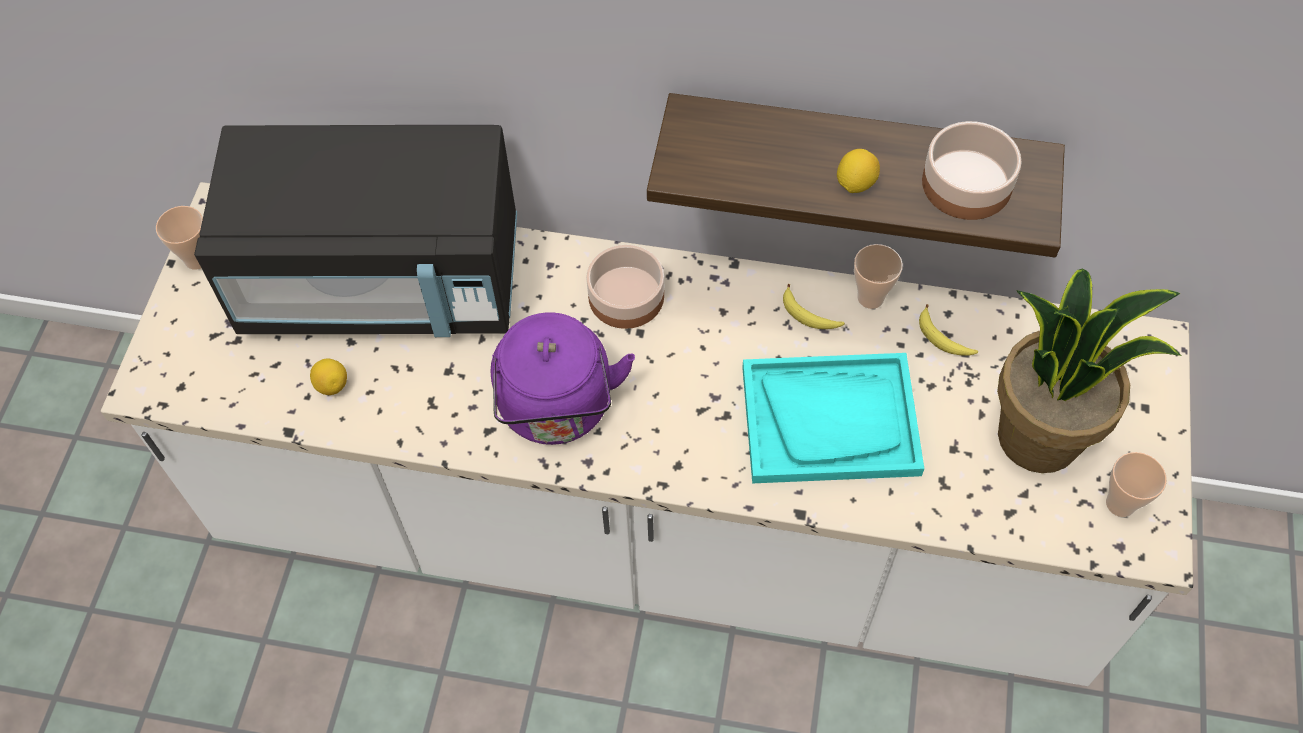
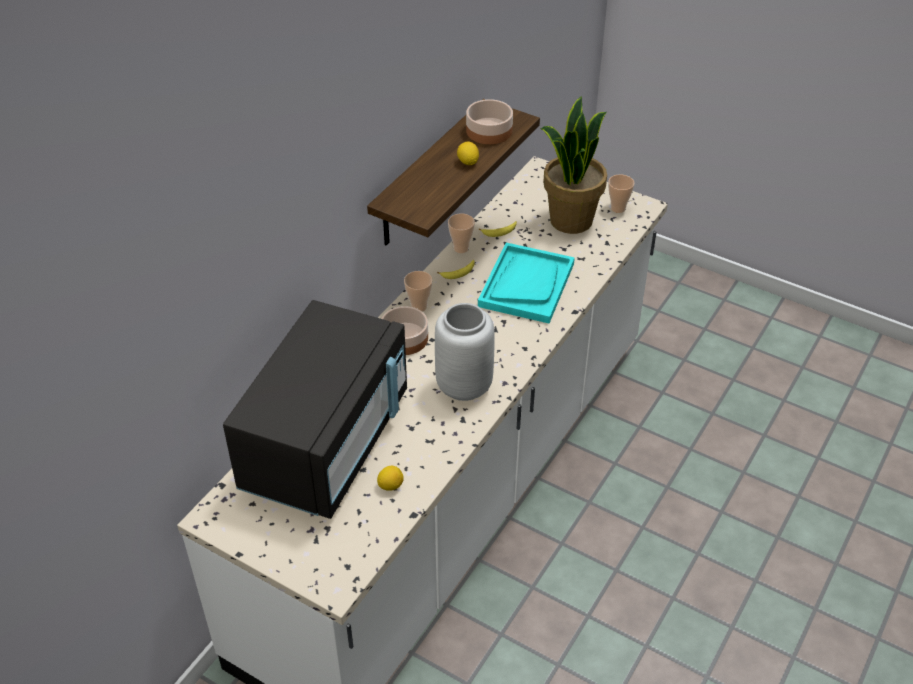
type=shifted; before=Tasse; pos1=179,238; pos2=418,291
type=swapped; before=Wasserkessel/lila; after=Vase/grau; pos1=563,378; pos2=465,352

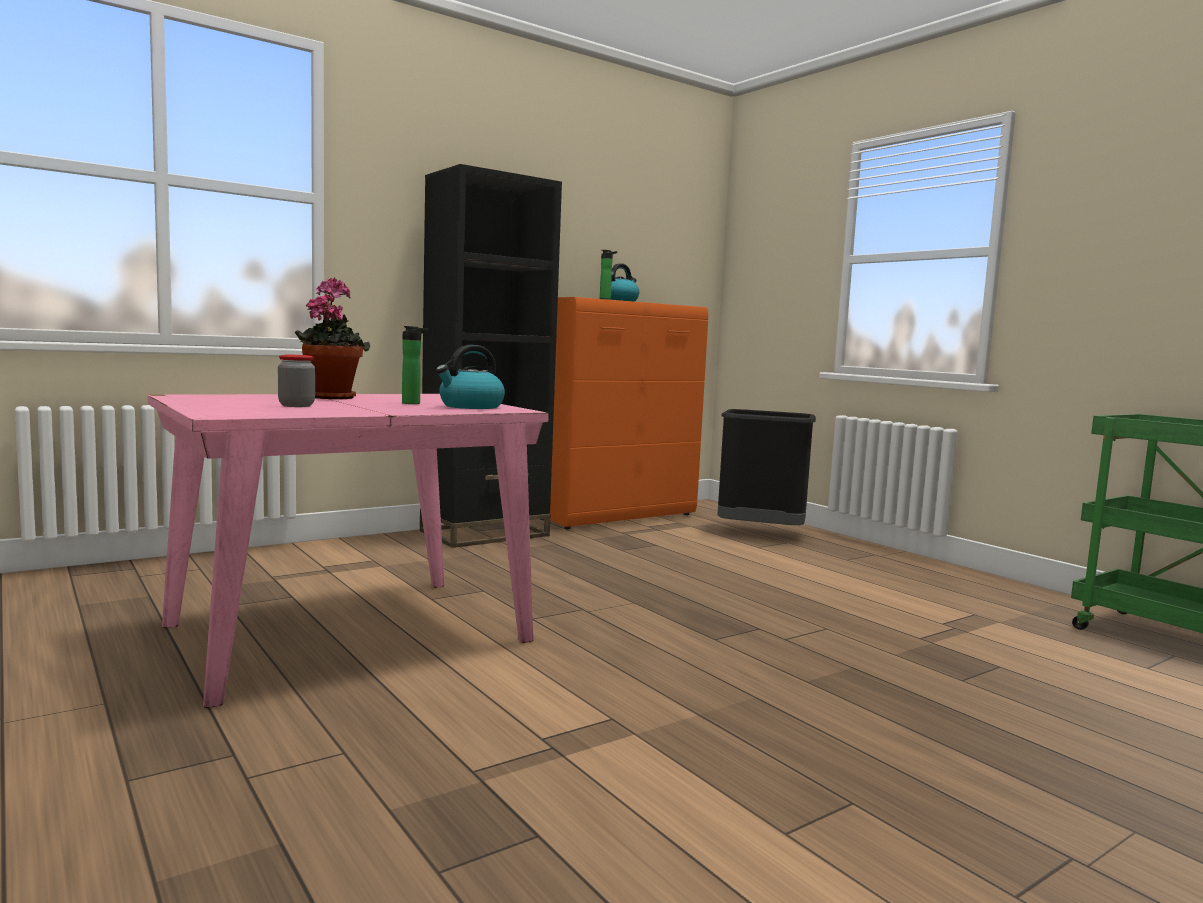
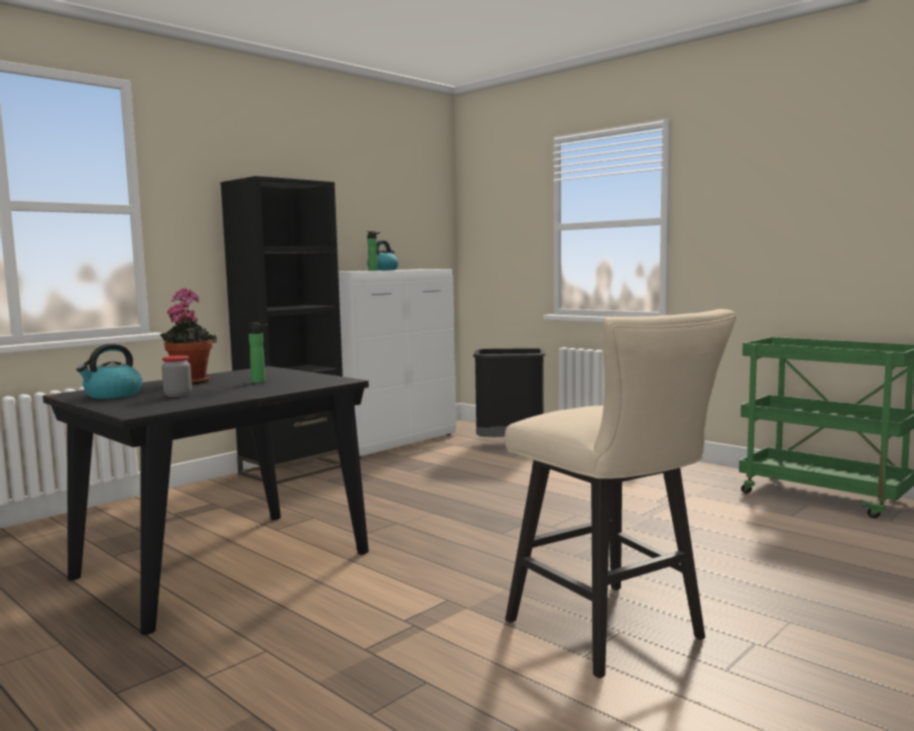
type=new; after=Hocker/beige; pos2=620,493
type=shifted; before=Wasserkessel; pos1=470,377; pos2=109,371
type=repainted; before=Esstisch/rosa; after=Esstisch/schwarz; pos1=348,551; pos2=206,501
type=repainted; before=Schrank/orange; after=Schrank/weiß; pos1=624,413; pos2=397,363

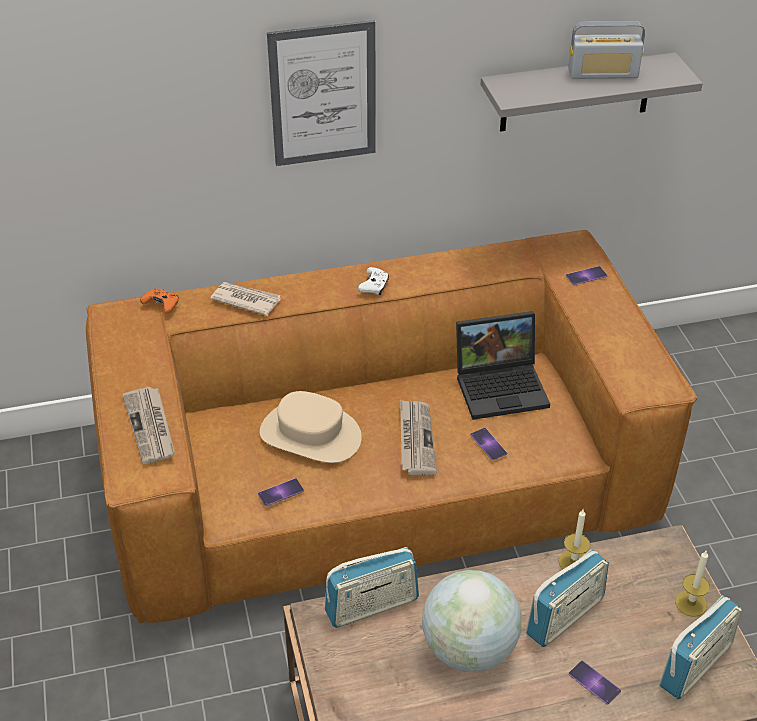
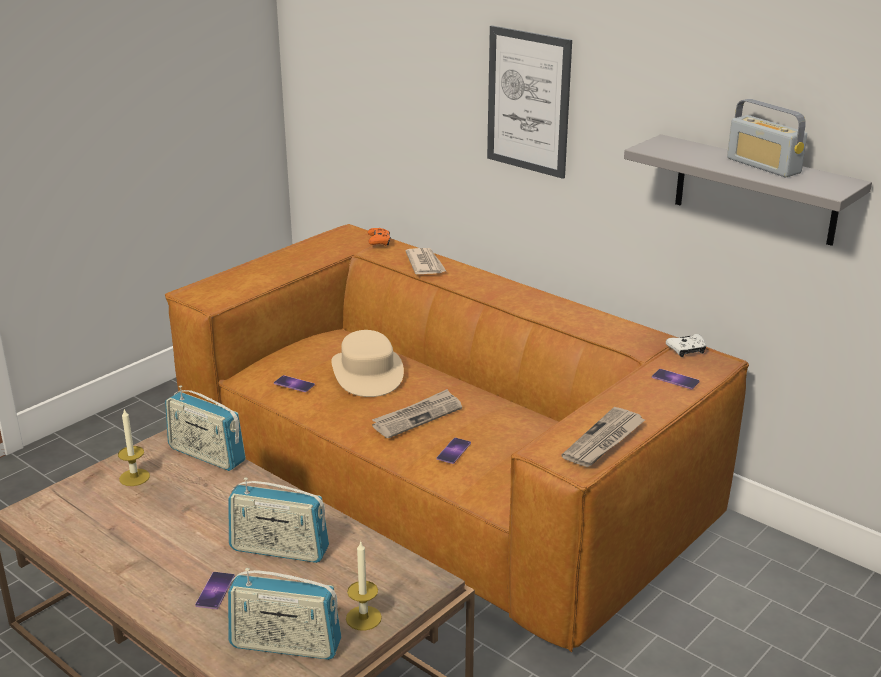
type=gone; before=Globus; pos1=471,621
type=gone; before=Laptop; pos1=503,365
type=shifted; before=Zeitung; pos1=148,425; pos2=603,437
type=shifted; before=Gamepad/weiß; pos1=373,281; pos2=686,345
type=shifted; before=Kerze; pos1=574,539; pos2=134,447

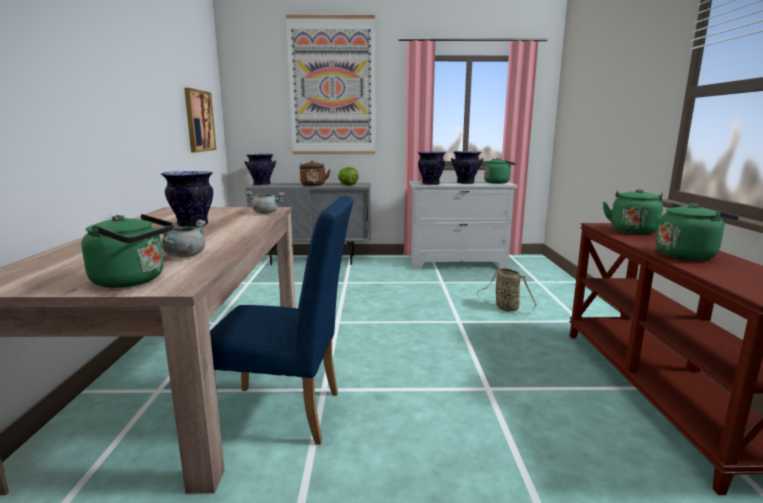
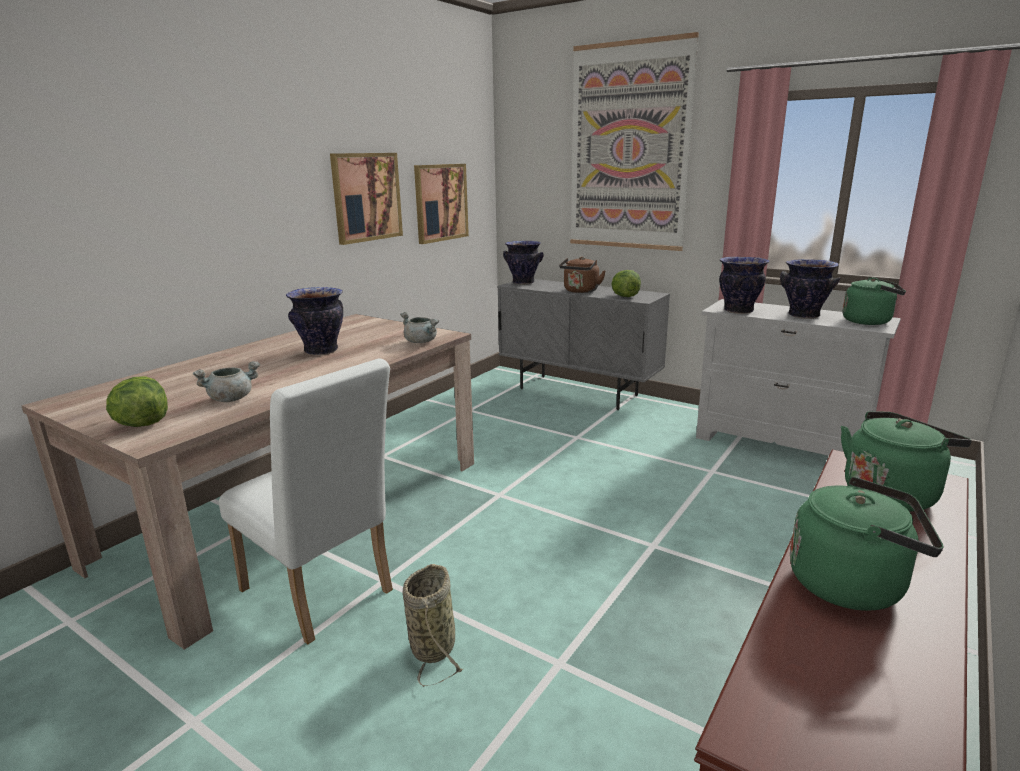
type=new; after=Bild; pos2=366,199
type=shifted; before=Korb; pos1=507,291; pos2=433,625
type=swapped; before=Wasserkessel/grün; after=Salatkopf; pos1=127,251; pos2=137,401
type=repainted; before=Stuhl/blau; after=Stuhl/weiß; pos1=282,320; pos2=306,501

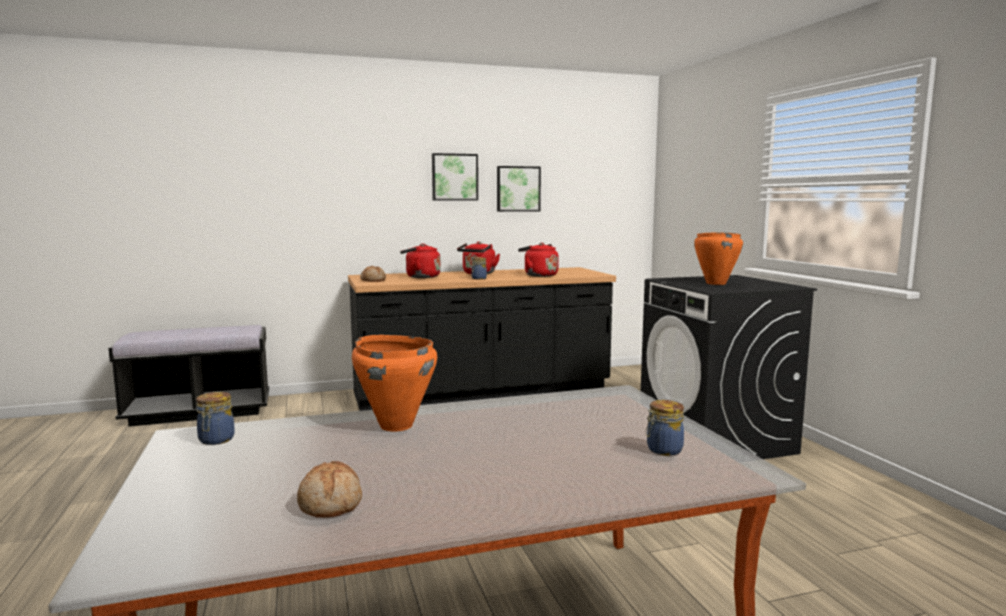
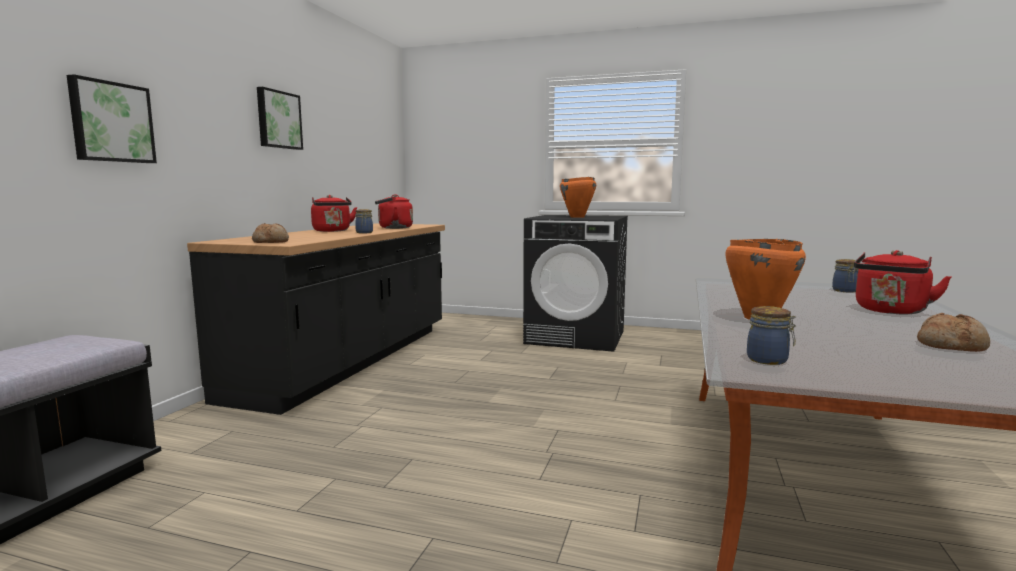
type=shifted; before=Wasserkessel/rot; pos1=420,261; pos2=903,282
type=shifted; before=Bild; pos1=519,189; pos2=112,118

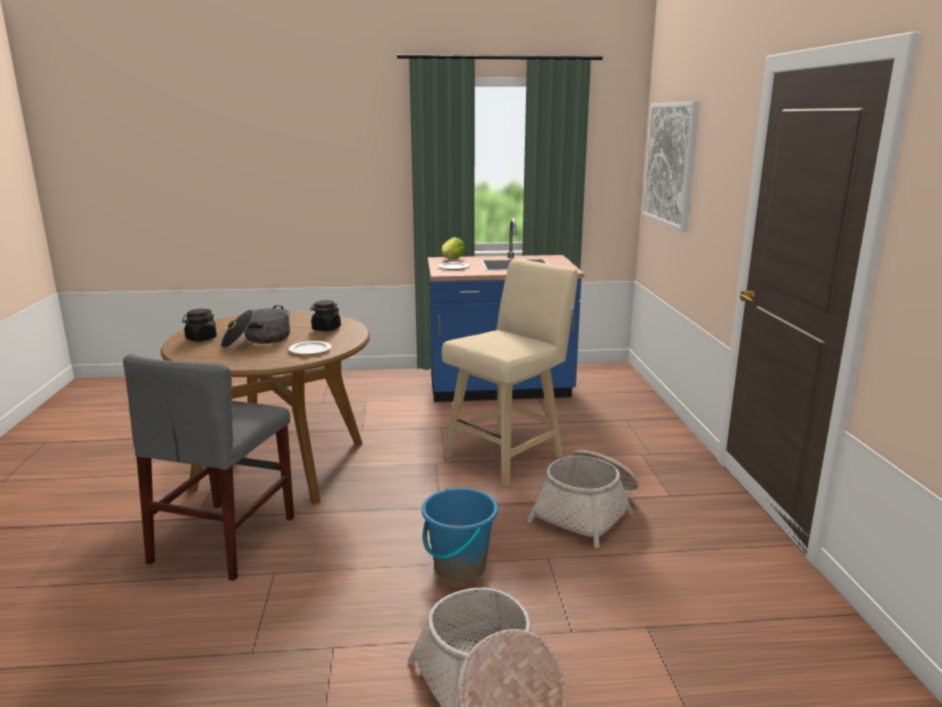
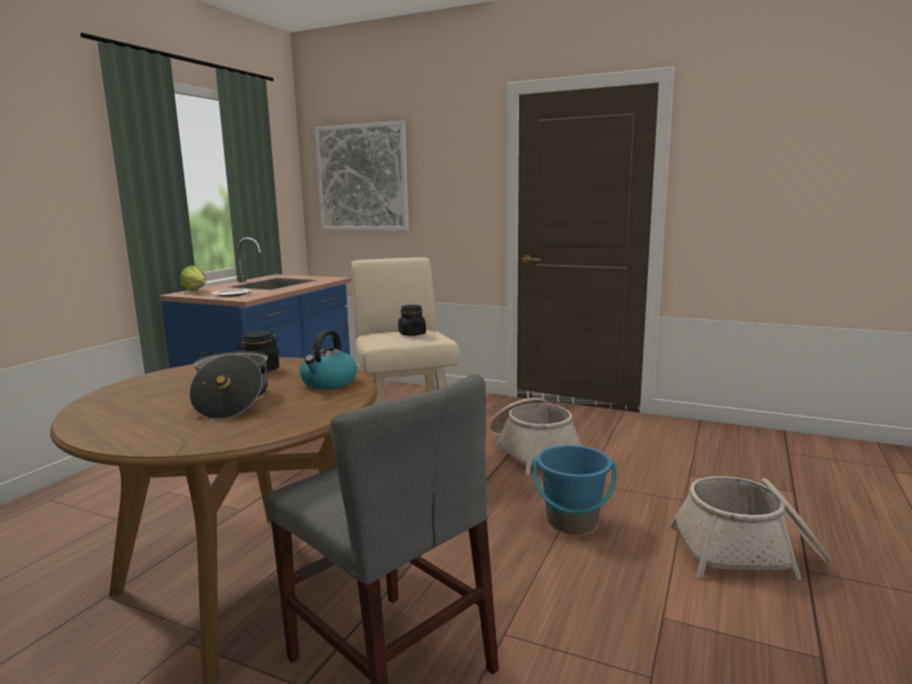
type=shifted; before=Vorratsglas/schwarz; pos1=199,325; pos2=412,320
type=swapped; before=Teller; after=Wasserkessel; pos1=310,348; pos2=328,359

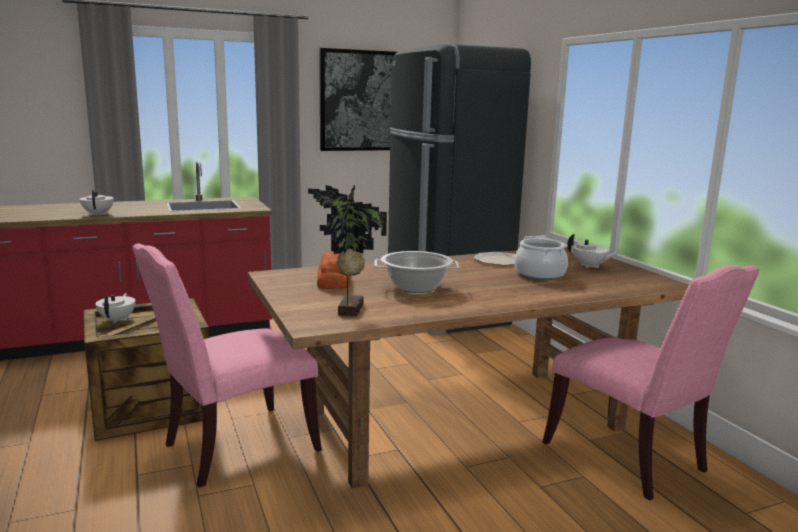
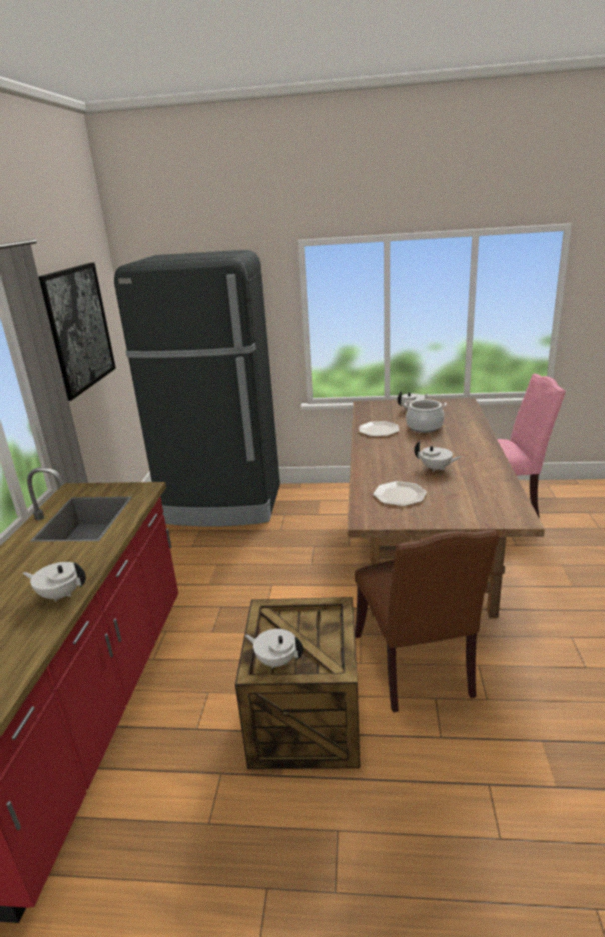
type=gone; before=Topfpflanze; pos1=347,250
type=swapped; before=Brot; after=Teller; pos1=333,270; pos2=400,493
type=swapped; before=Kochtopf; after=Teekanne/weiß; pos1=417,272; pos2=437,456
type=repainted; before=Stuhl/rosa; after=Stuhl/braun; pos1=227,365; pos2=427,621

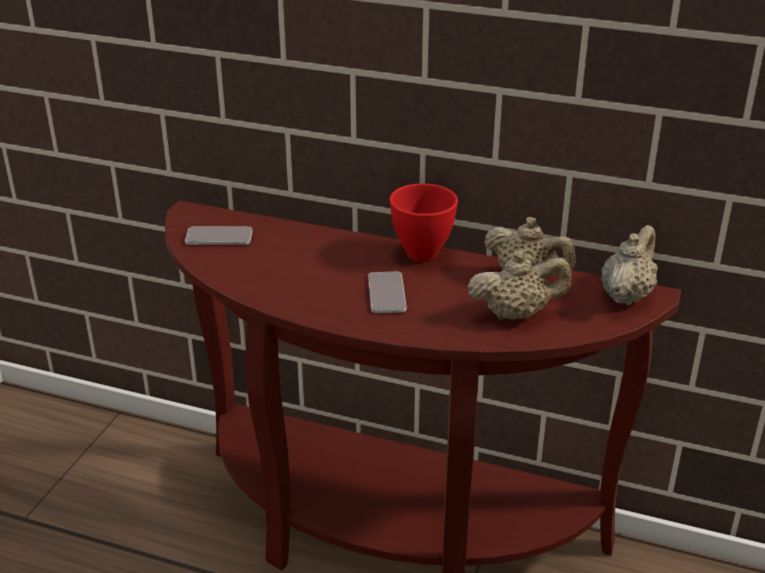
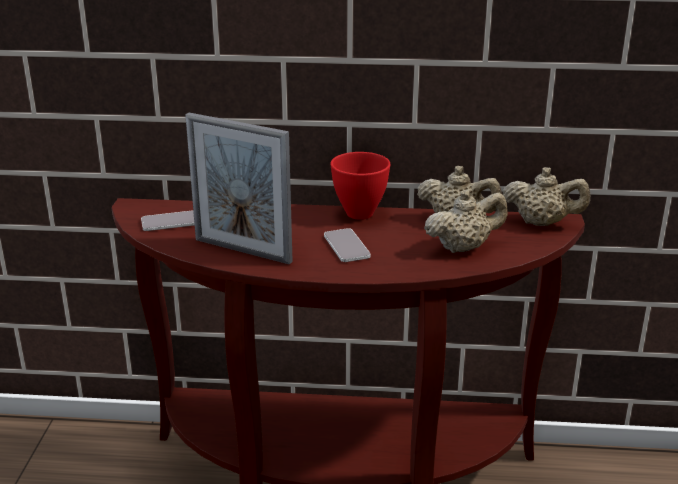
type=new; after=Bilderrahmen; pos2=239,188
type=rotated; before=Teekanne/beige; pos1=629,265; pos2=546,196; turn=90

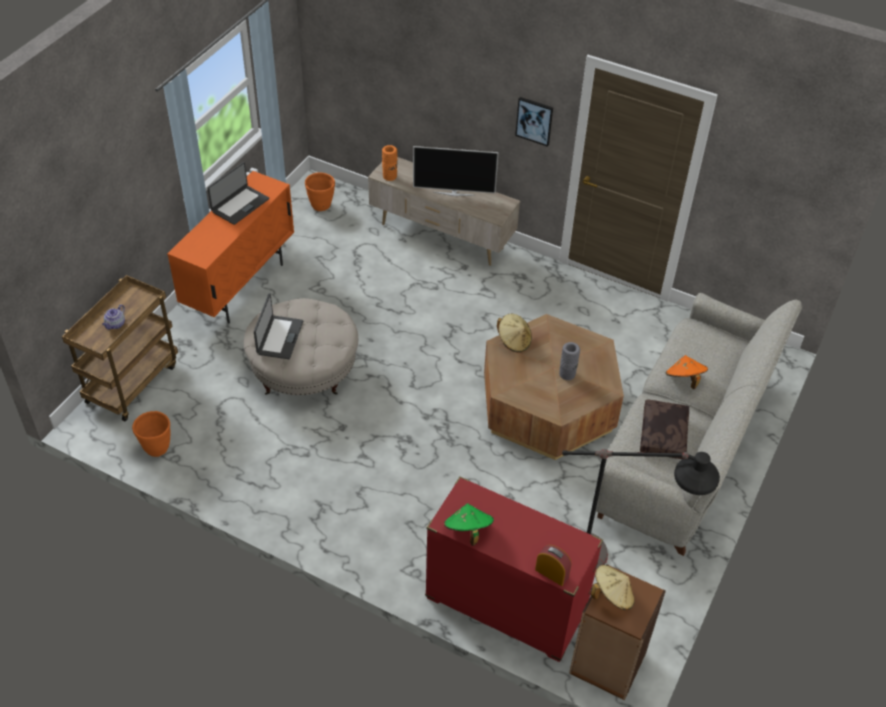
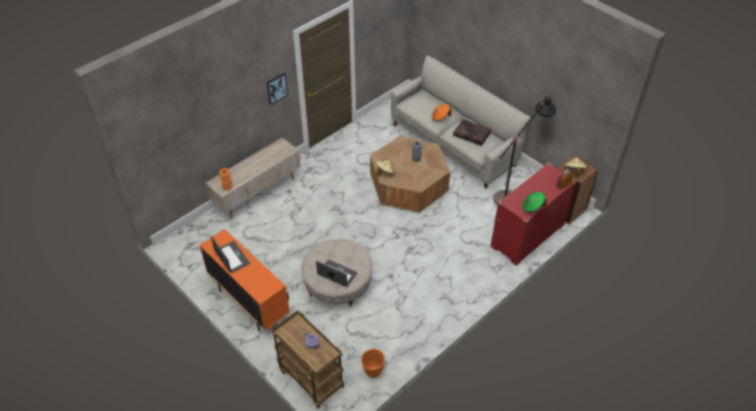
type=gone; before=Pflanzkübel/orange; pos1=320,191
type=gone; before=Fernseher; pos1=456,171

